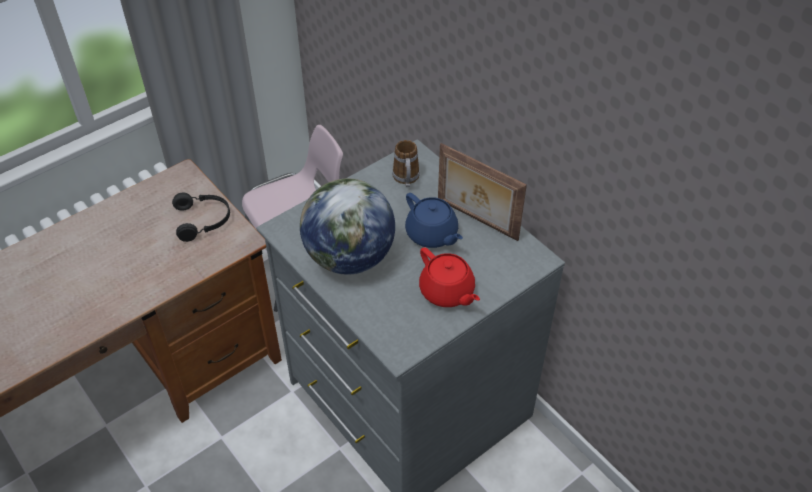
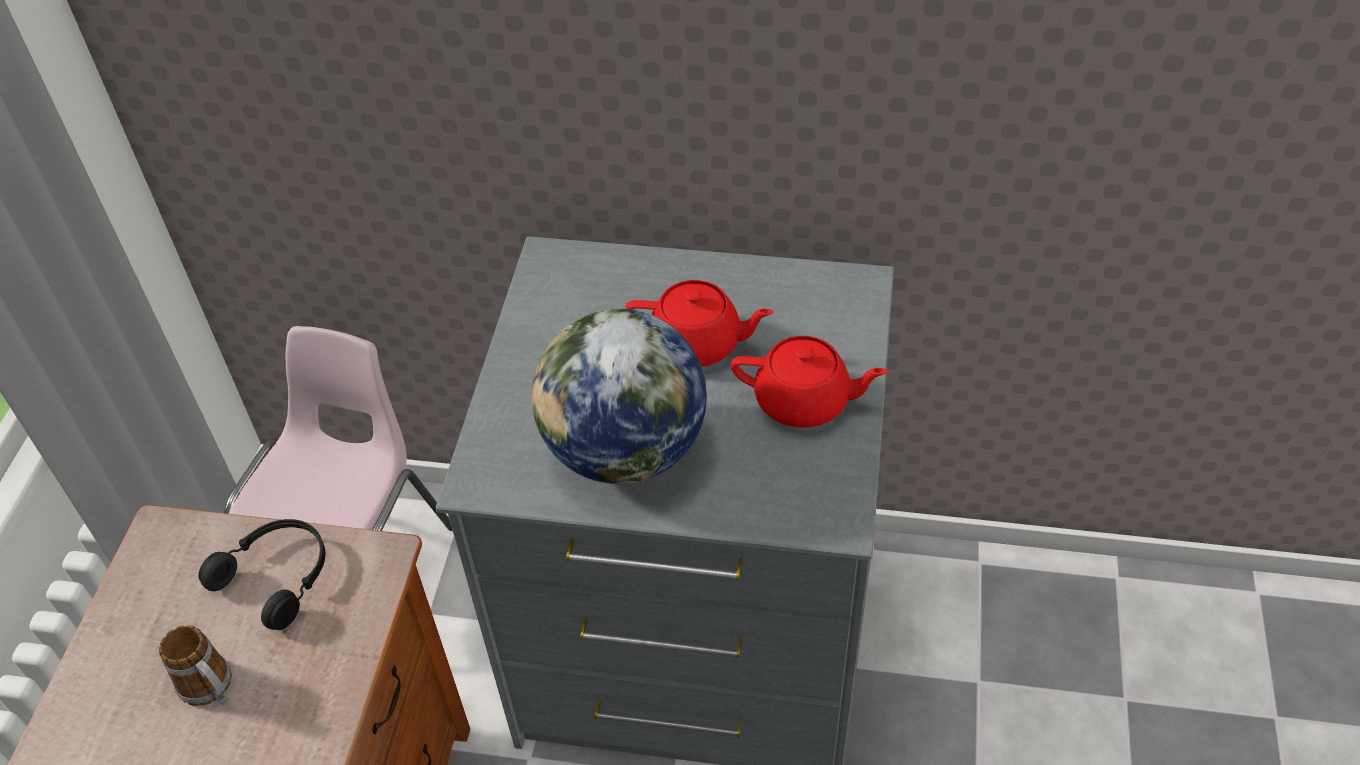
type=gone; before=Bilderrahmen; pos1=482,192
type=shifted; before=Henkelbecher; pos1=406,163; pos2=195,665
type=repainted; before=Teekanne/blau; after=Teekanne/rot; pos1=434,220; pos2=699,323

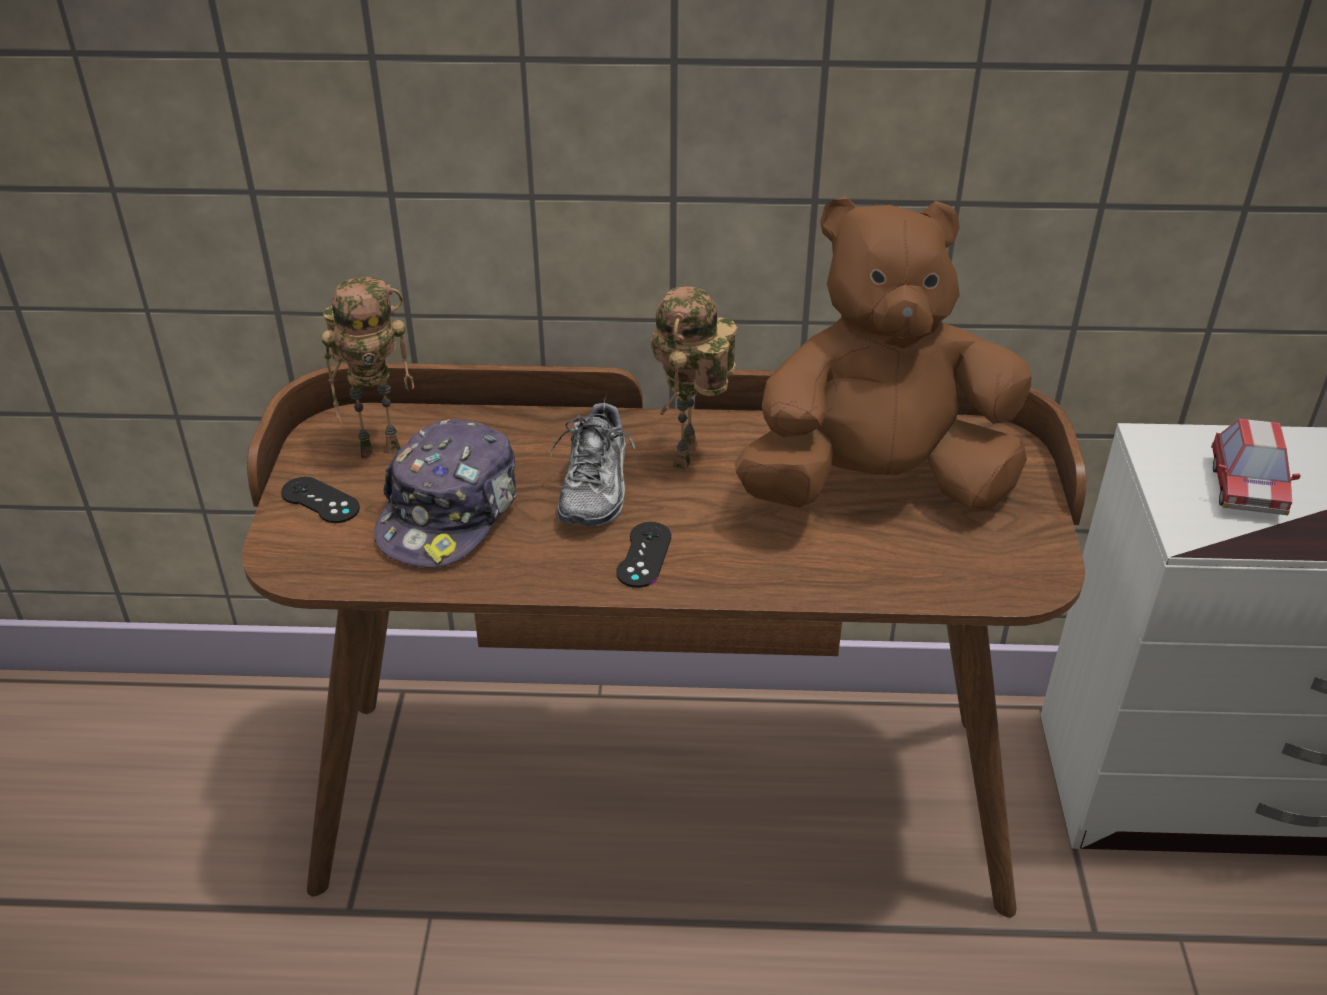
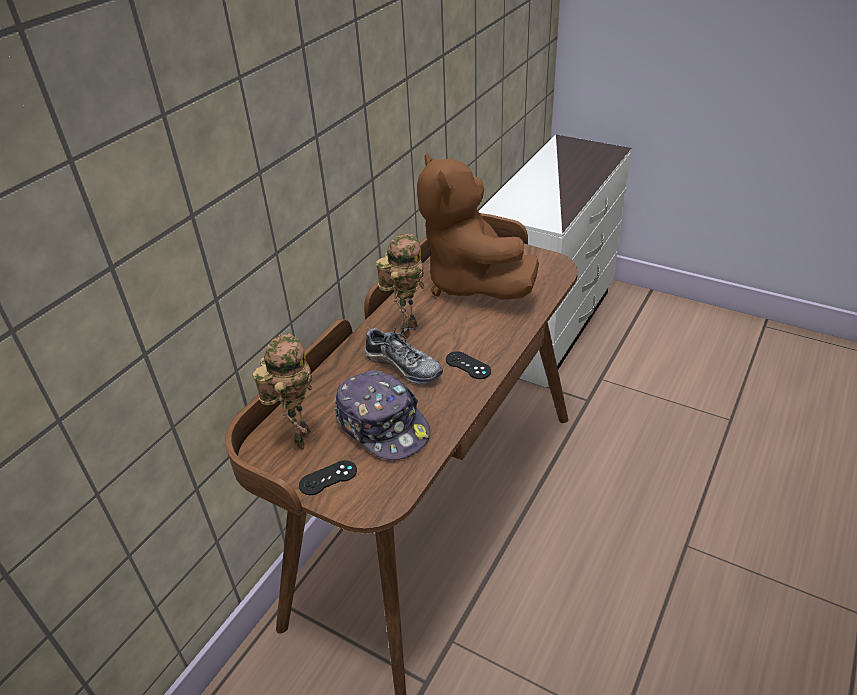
type=gone; before=Spielzeugauto; pos1=1256,467
type=rotated; before=Spielzeugroboter; pos1=694,378; pos2=400,286; turn=-105
type=rotated; before=Plüschtier/braun; pos1=883,354; pos2=478,226; turn=-45

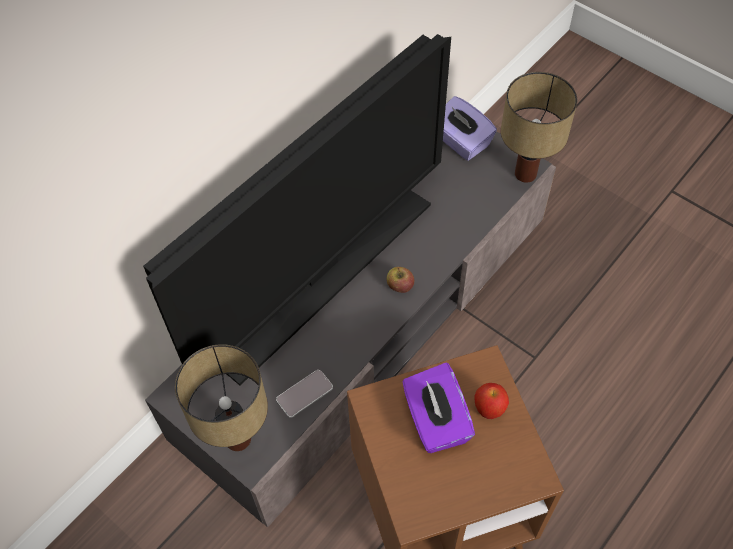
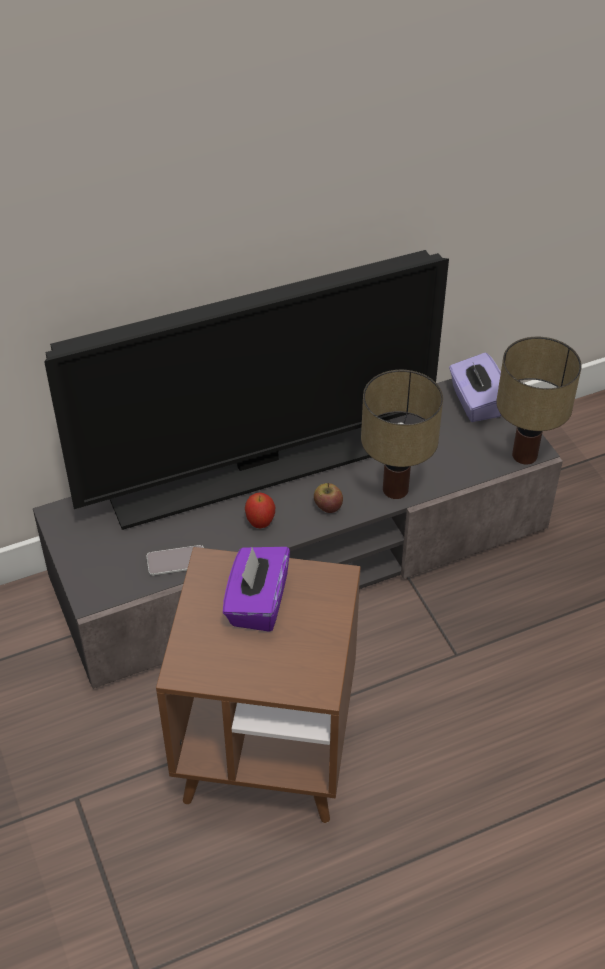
type=shifted; before=Tischlampe; pos1=221,397; pos2=402,434
type=shifted; before=Apfel; pos1=492,401; pos2=260,510

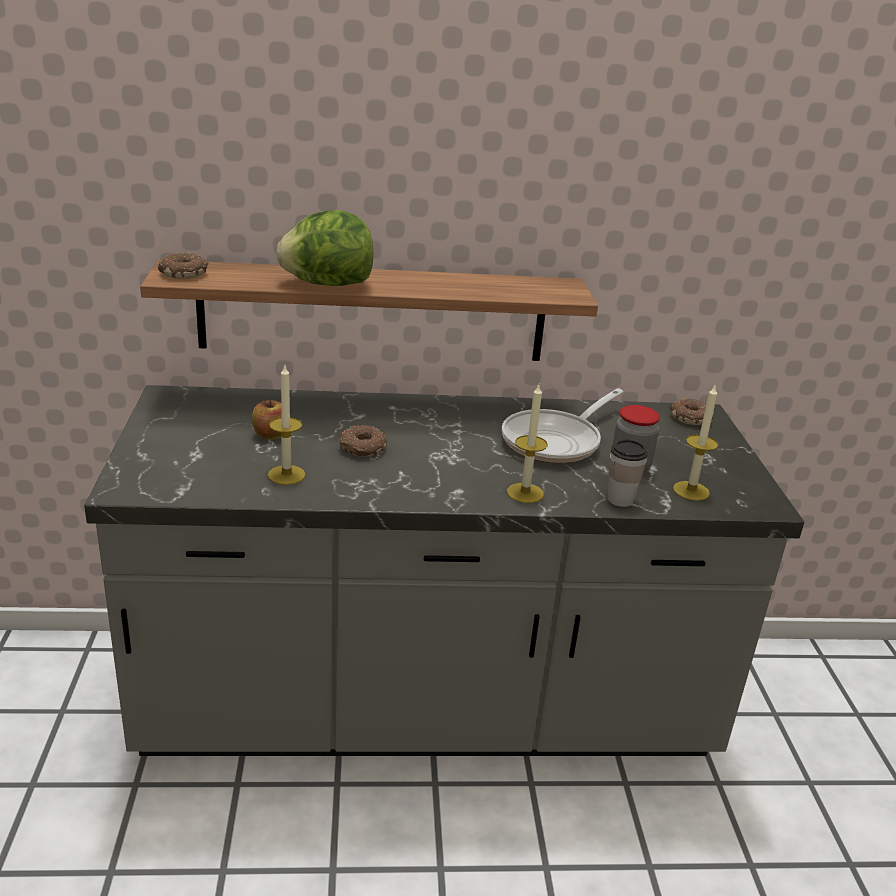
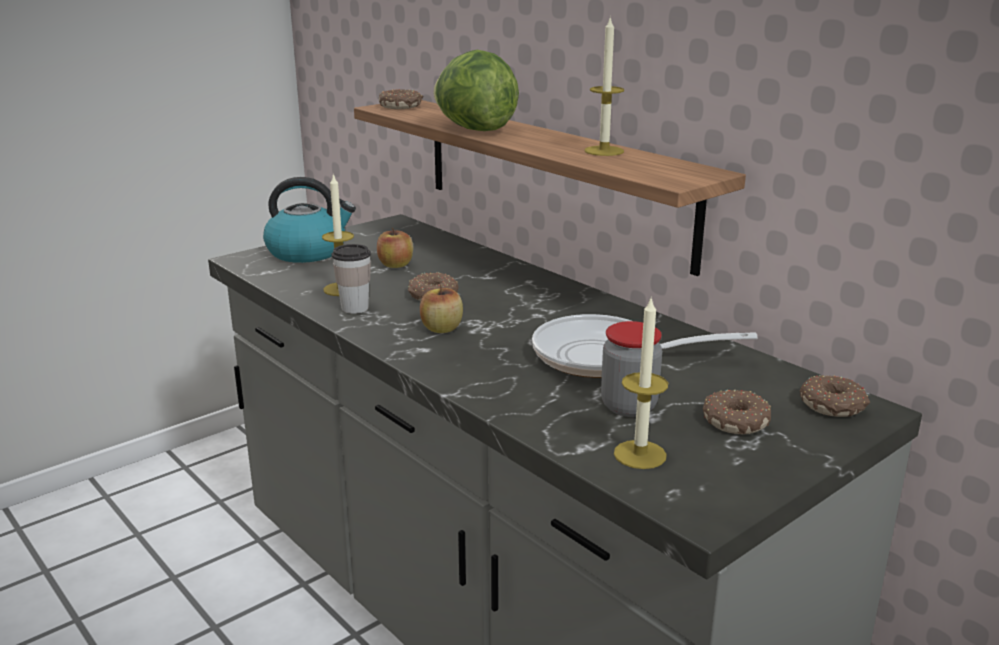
type=new; after=Wasserkessel; pos2=309,220
type=new; after=Apfel; pos2=441,309
type=new; after=Donut; pos2=737,412
type=shifted; before=Kerze; pos1=527,444; pos2=604,86
type=shifted; before=Tasse; pos1=628,473; pos2=351,279

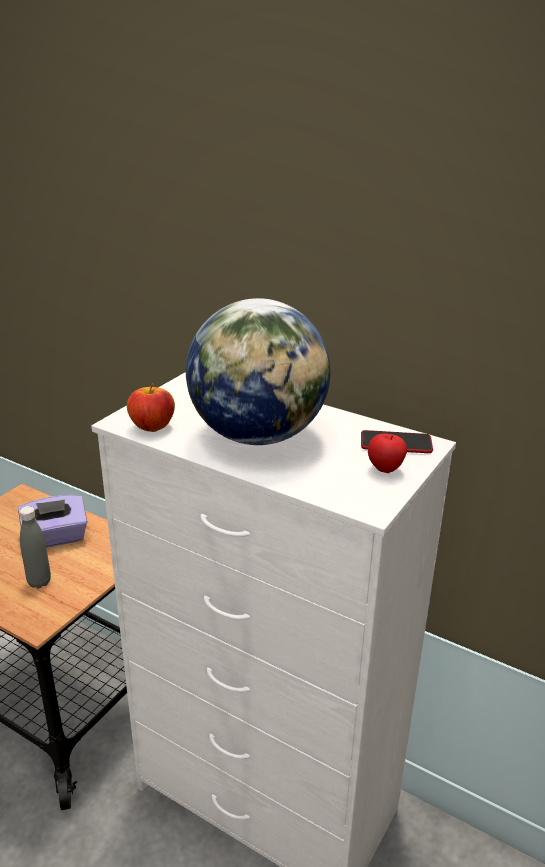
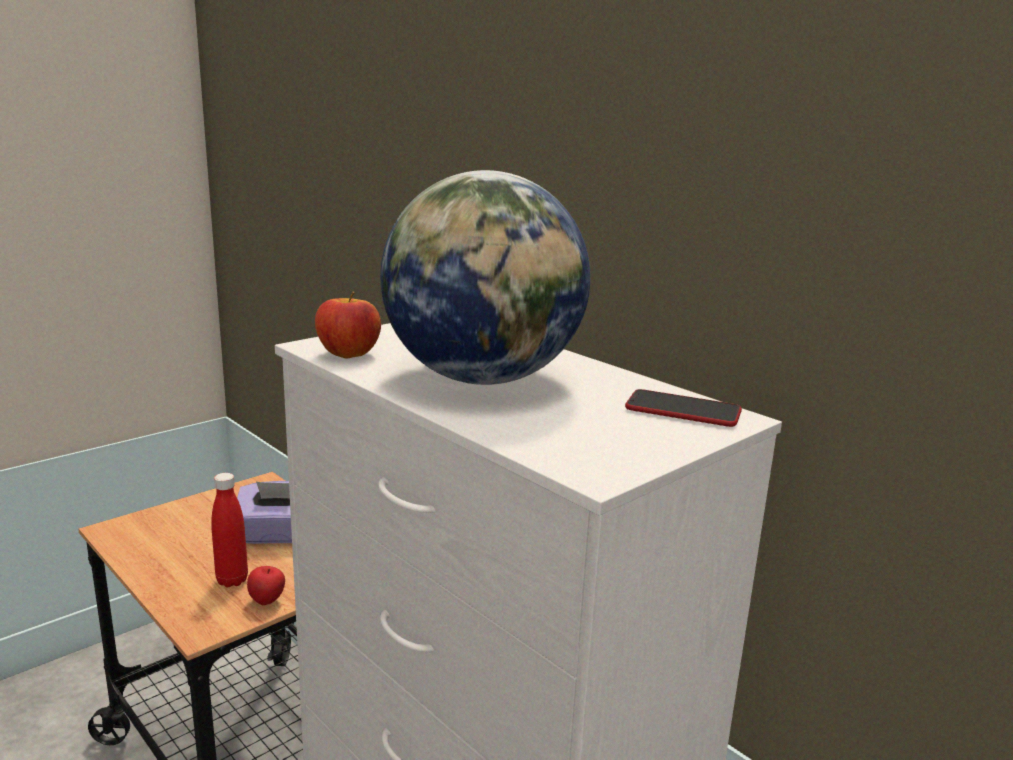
type=shifted; before=Apfel; pos1=387,453; pos2=266,585
type=repainted; before=Flasche/grau; after=Flasche/rot; pos1=35,547; pos2=229,530

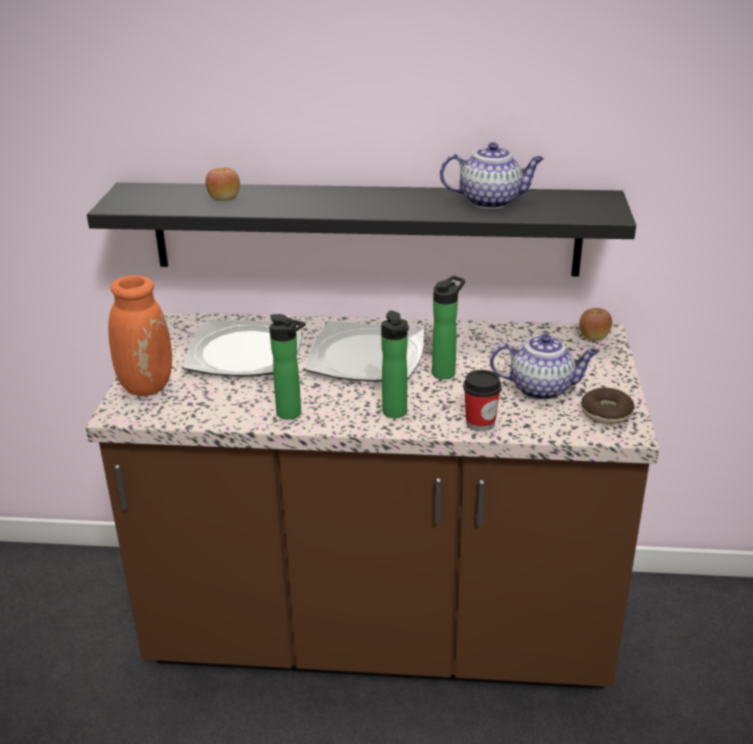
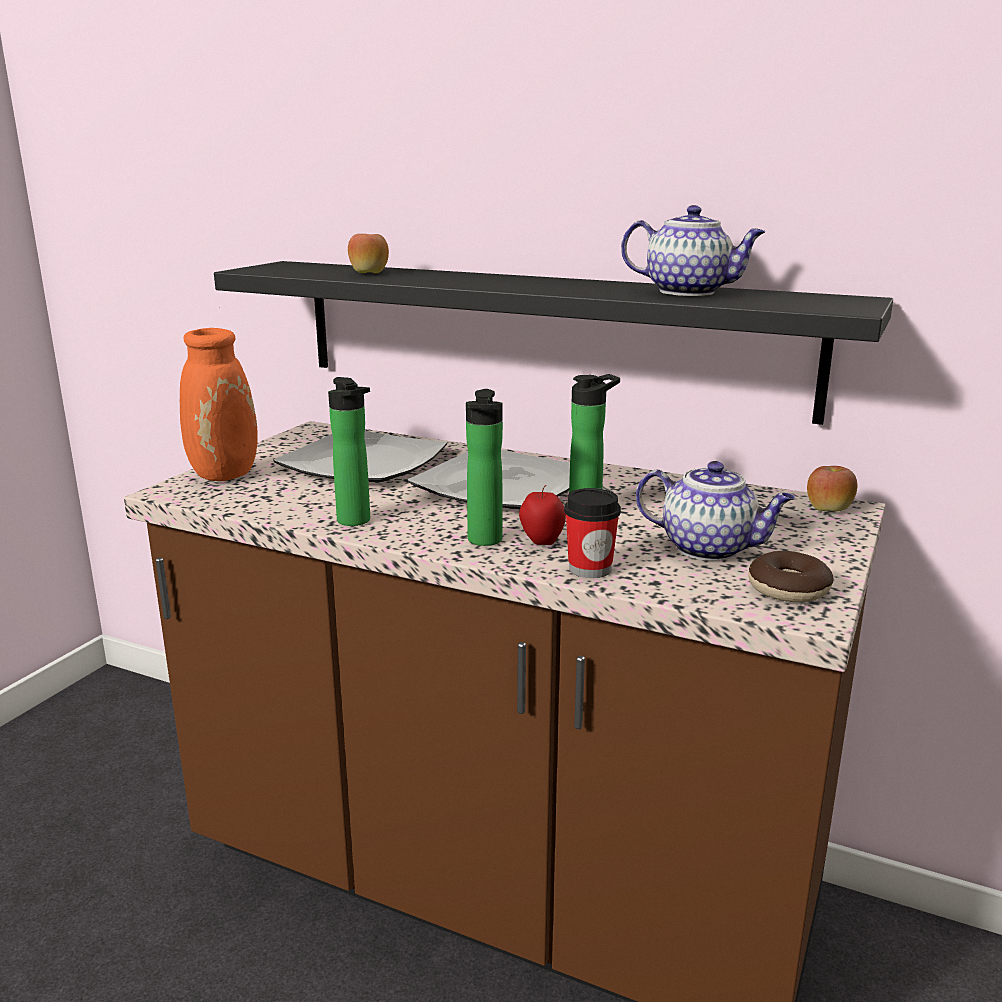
type=new; after=Apfel; pos2=542,515

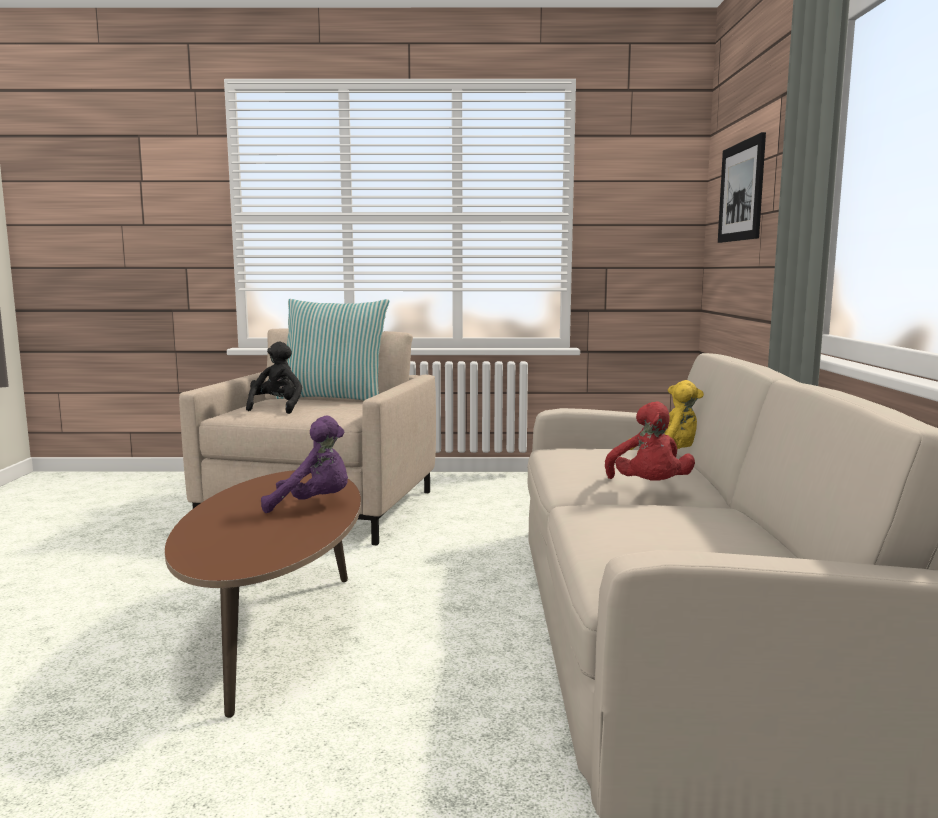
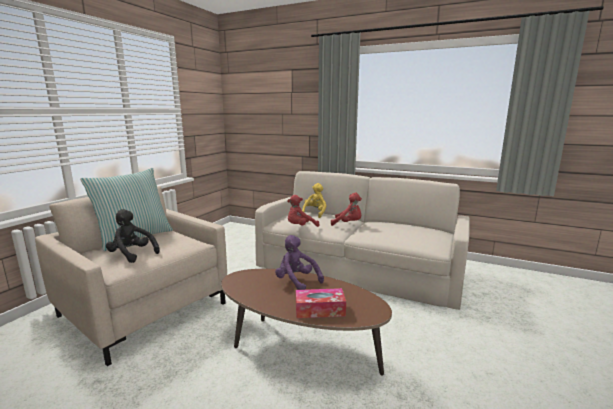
type=gone; before=Bild; pos1=742,187
type=new; after=Plüschtier/rot; pos2=304,211
type=new; after=Taschentuchbox; pos2=321,303
type=rotated; before=Plüschtier/lila; pos1=304,464; pos2=299,262; turn=-75

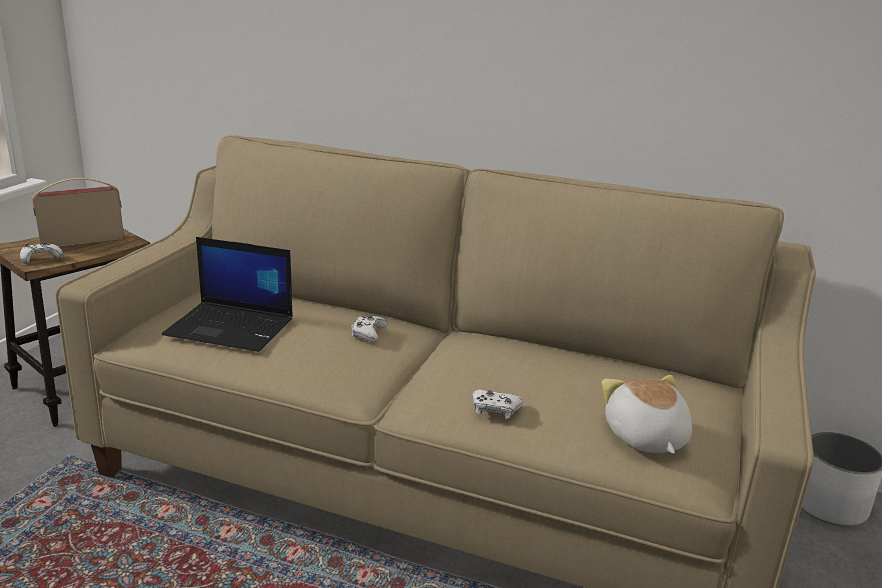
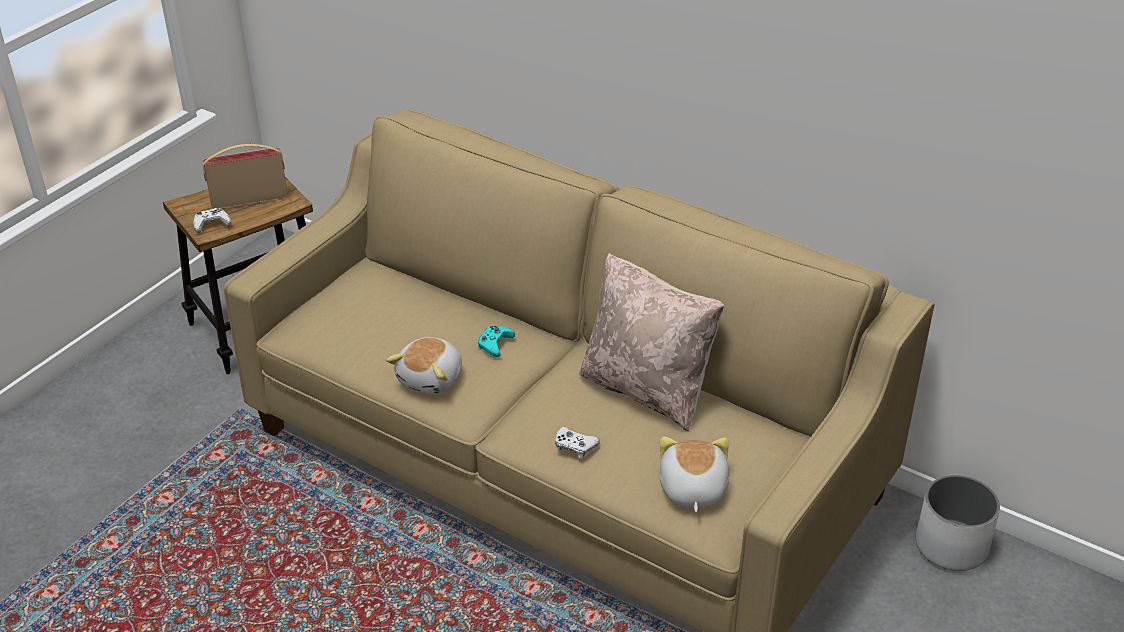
type=gone; before=Laptop; pos1=227,294
type=new; after=Plüschtier; pos2=424,365
type=new; after=Kissen/beige; pos2=651,342
type=repainted; before=Gamepad/weiß; after=Gamepad/türkis; pos1=370,329; pos2=496,341

